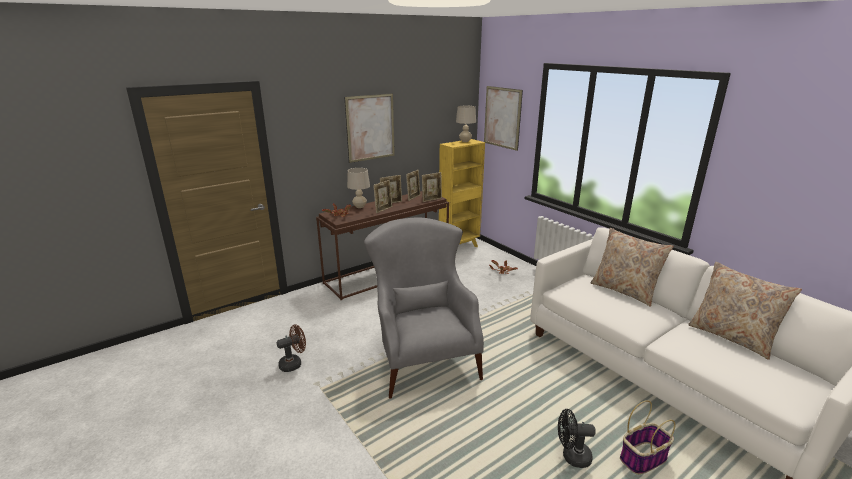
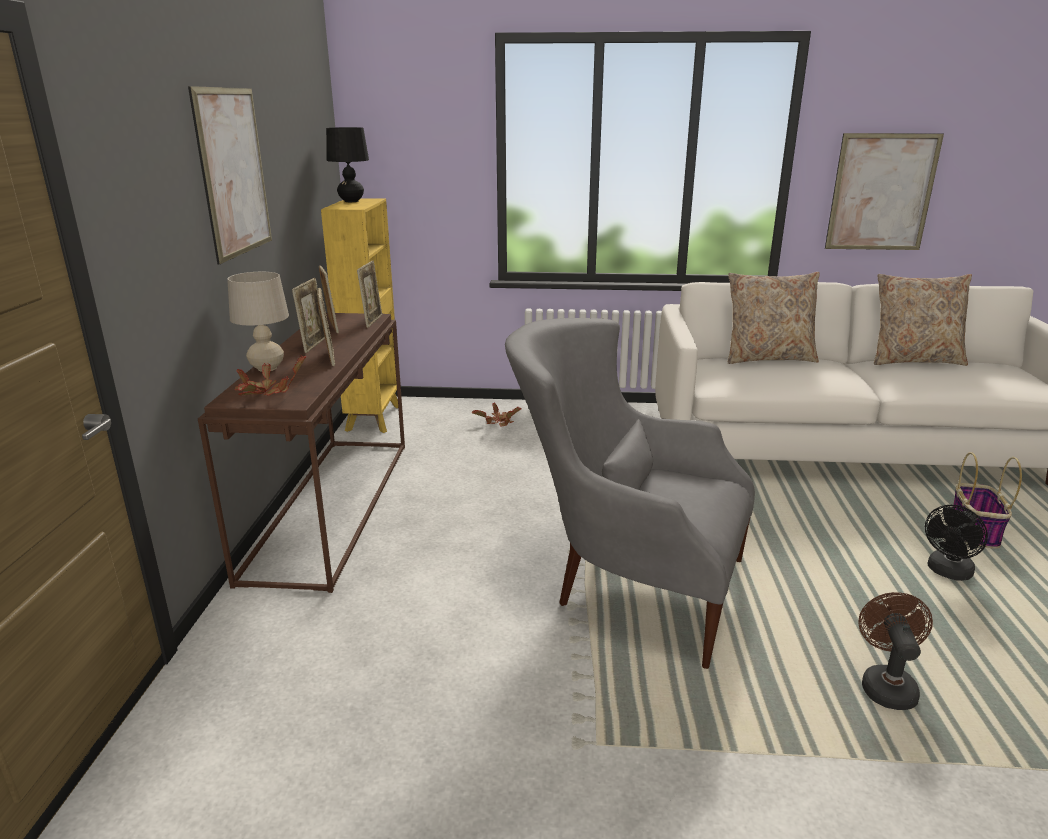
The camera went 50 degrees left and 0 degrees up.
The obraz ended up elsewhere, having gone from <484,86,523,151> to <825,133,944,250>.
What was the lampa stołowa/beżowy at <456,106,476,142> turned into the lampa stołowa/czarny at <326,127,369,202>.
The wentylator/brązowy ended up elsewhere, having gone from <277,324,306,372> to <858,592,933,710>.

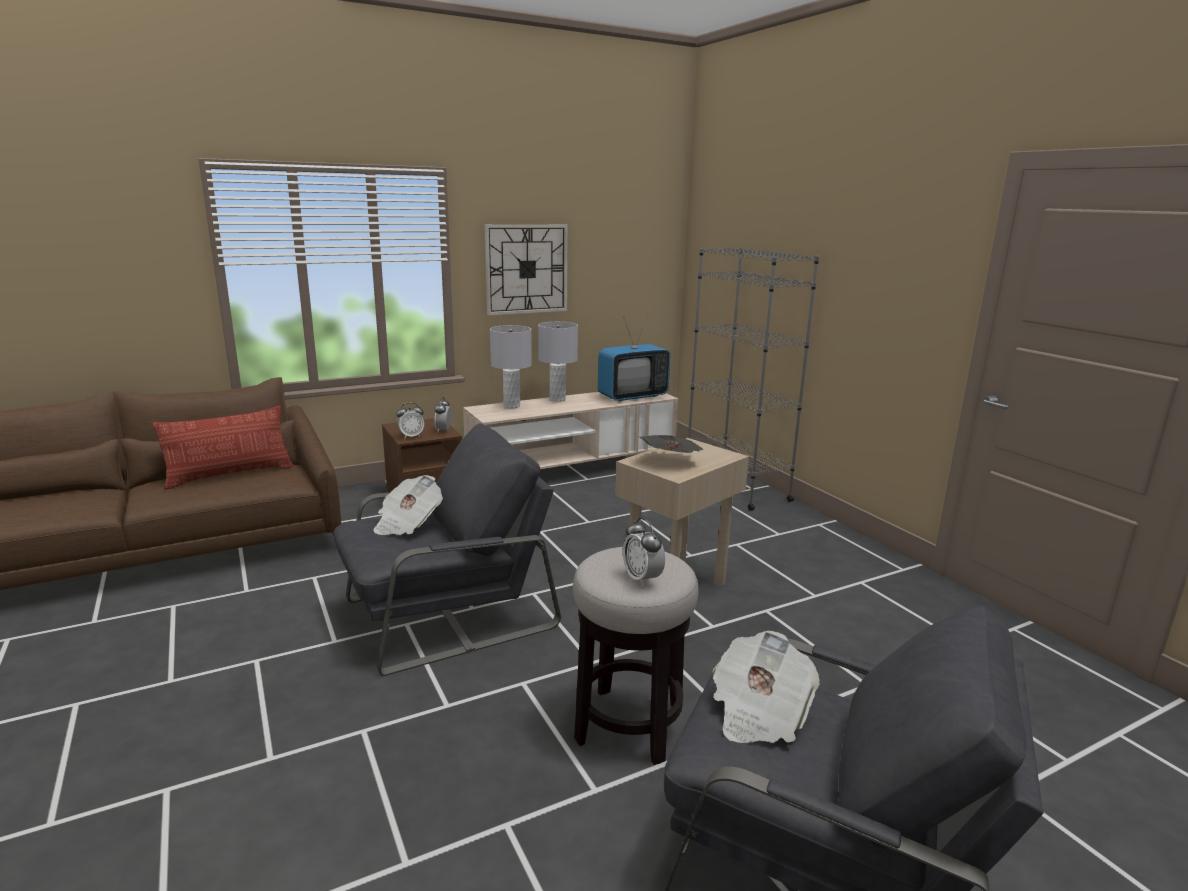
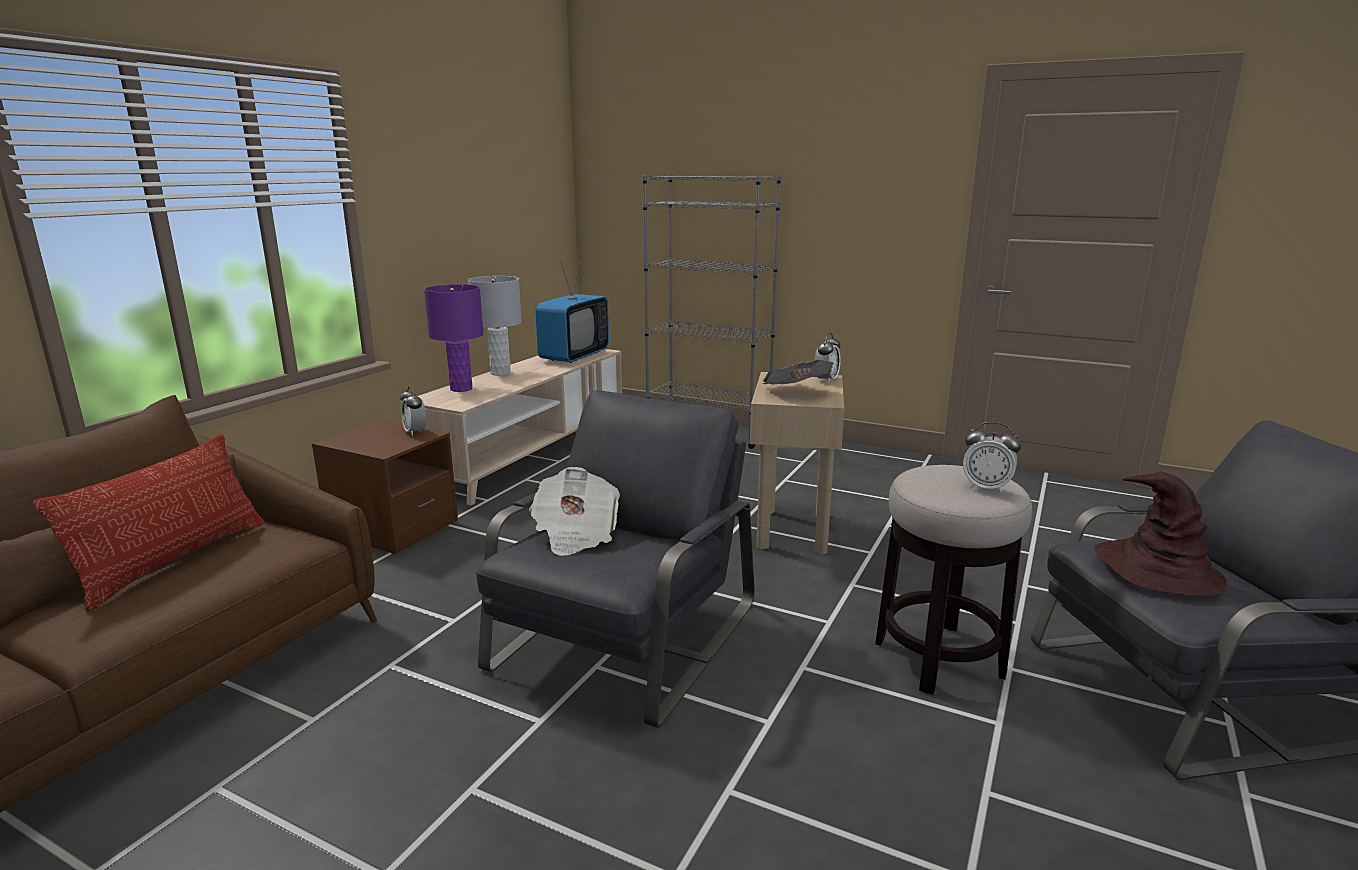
The camera went 35 degrees left and 0 degrees up.
The second view lost the zegar ścienny at <485,224,568,315>.
What was the lampa stołowa/szary at <490,325,532,408> turned into the lampa stołowa/fioletowy at <424,284,484,392>.
The budzik ended up elsewhere, having gone from <396,402,424,438> to <814,333,841,383>.
Where the gazeta stood at <712,631,820,743>, the kapelusz/brązowy came to stand at <1094,472,1227,596>.

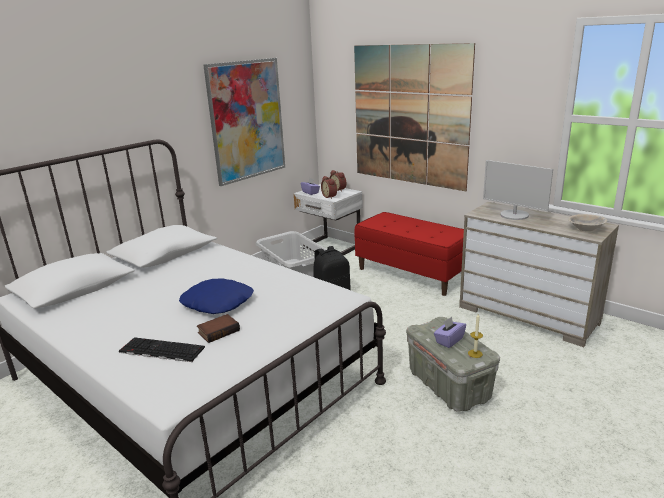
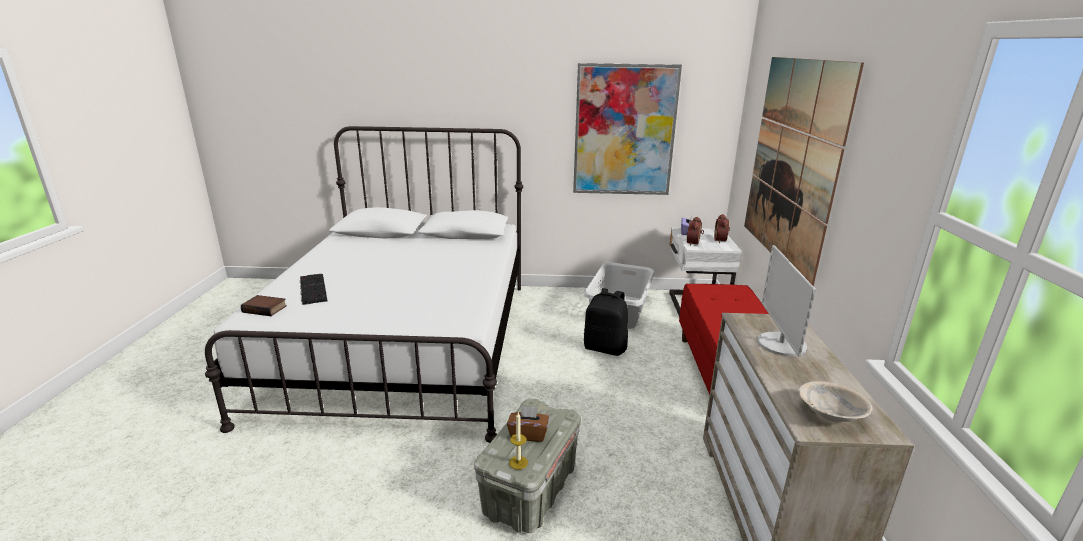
The camera went 50 degrees right and 0 degrees up.
The second view lost the poduszka/niebieski at <179,278,254,314>.
The książka ended up elsewhere, having gone from <197,314,240,343> to <241,295,287,316>.
What was the pudełko chusteczek/fioletowy at <434,317,466,348> turned into the pudełko chusteczek/brązowy at <507,406,549,442>.

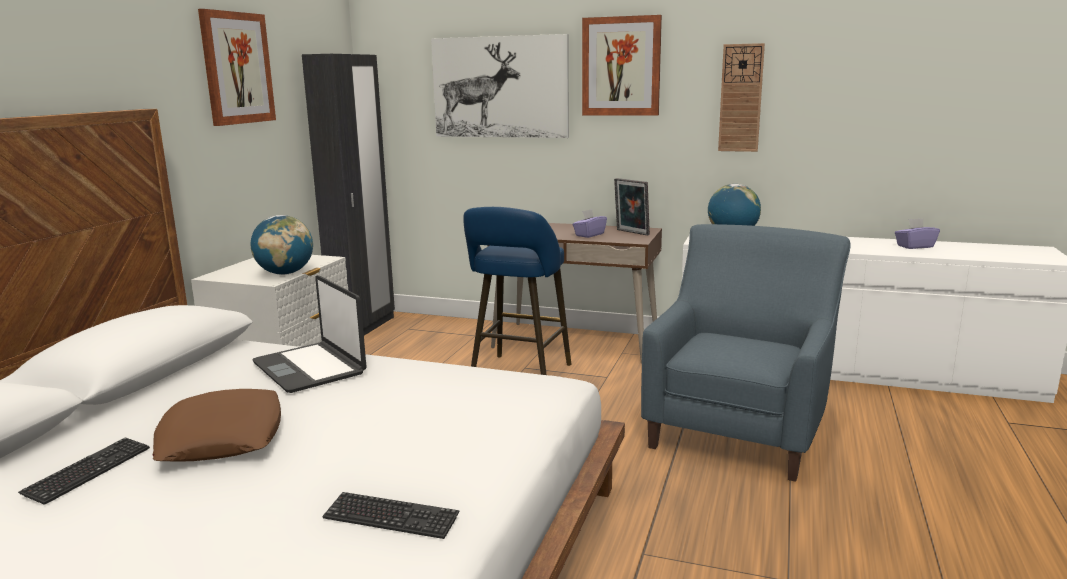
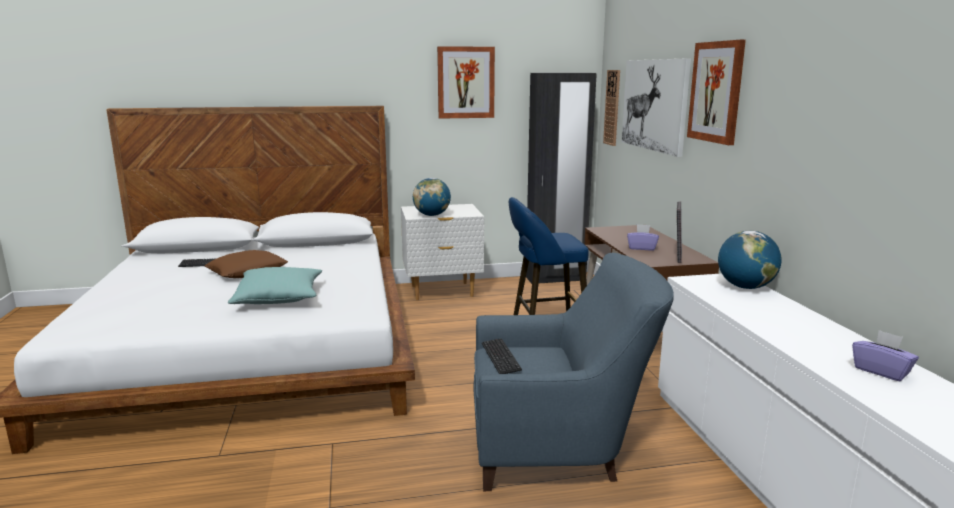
The camera went 60 degrees right and 0 degrees up.
The zegar ścienny ended up elsewhere, having gone from <718,43,765,152> to <603,70,620,146>.
The second view lost the laptop at <253,275,367,393>.
The klawiatura ended up elsewhere, having gone from <322,492,459,539> to <482,338,522,374>.
The second view gained the poduszka/turkusowy at <228,267,322,304>.

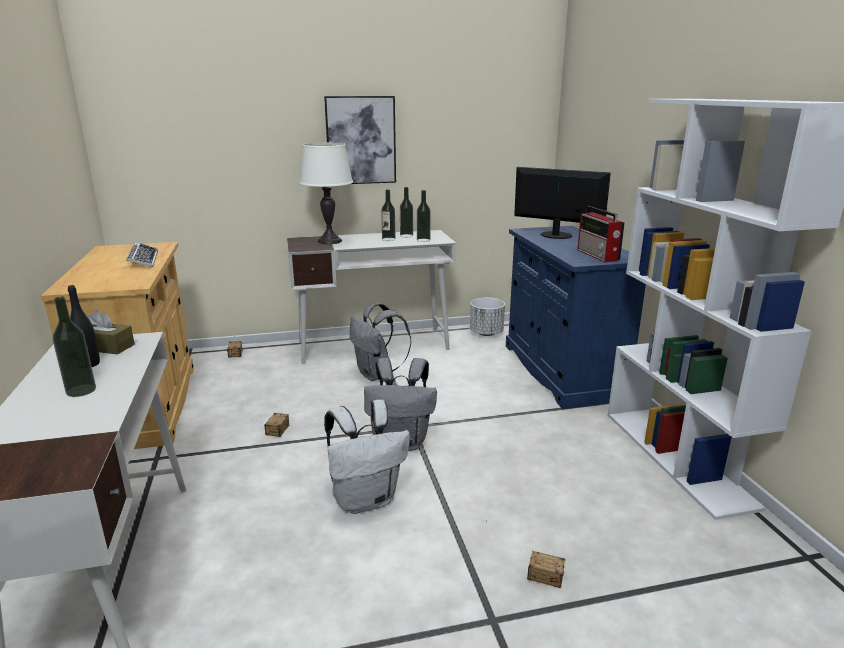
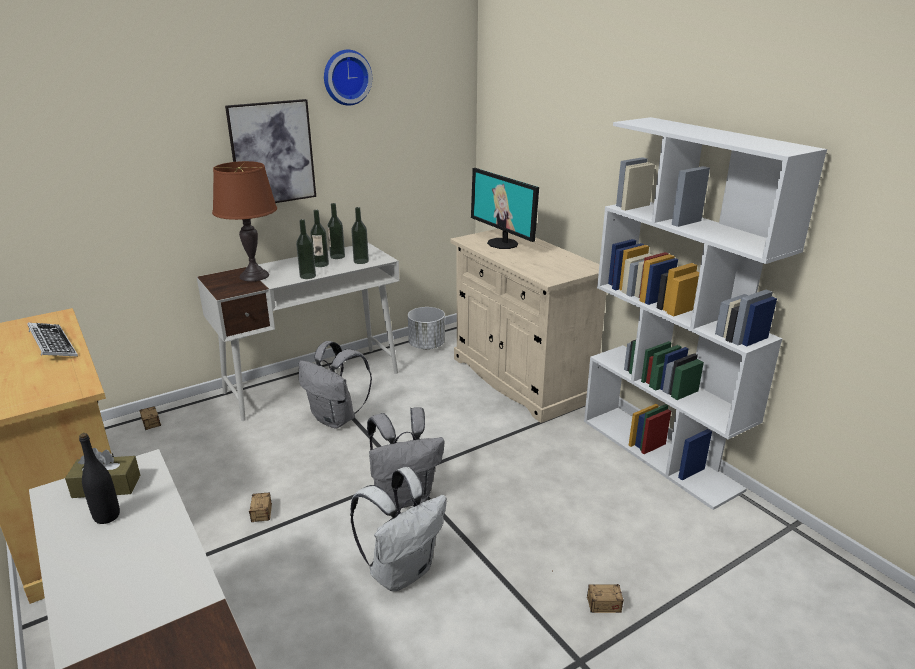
The camera went 20 degrees left and 5 degrees up.
What was the lampa stołowa/biały at <300,143,353,244> turned into the lampa stołowa/brązowy at <212,161,277,282>.
The monitor at <514,167,611,239> ended up facing another way, 135 degrees counterclockwise from before.
The second view lost the radio at <577,206,625,262>.
What was the szafka/niebieski at <506,226,646,409> turned into the szafka/beżowy at <450,229,607,423>.
The butelka ended up elsewhere, having gone from <53,296,96,397> to <296,219,316,279>.
The second view gained the zegar ścienny at <324,50,372,106>.

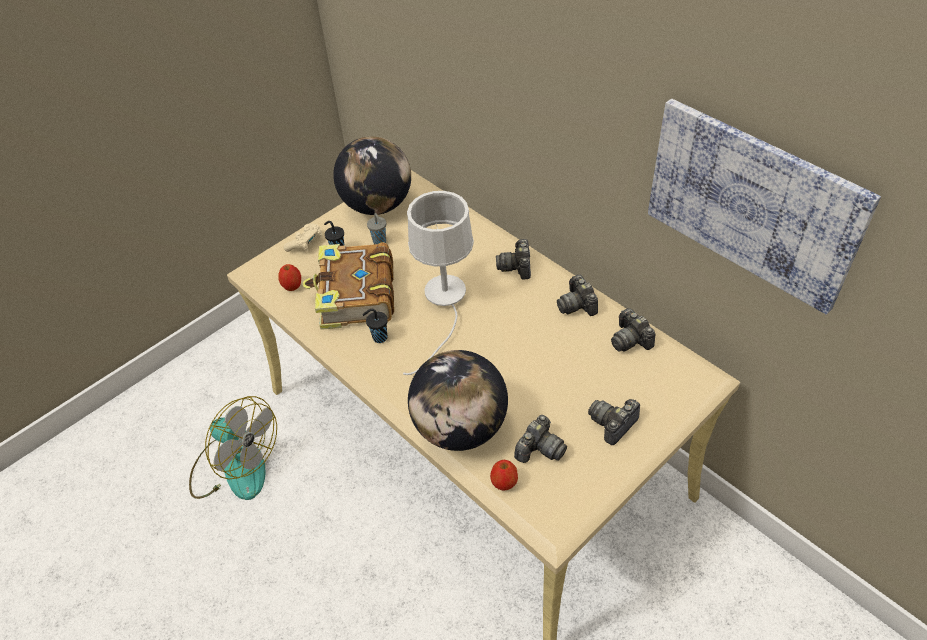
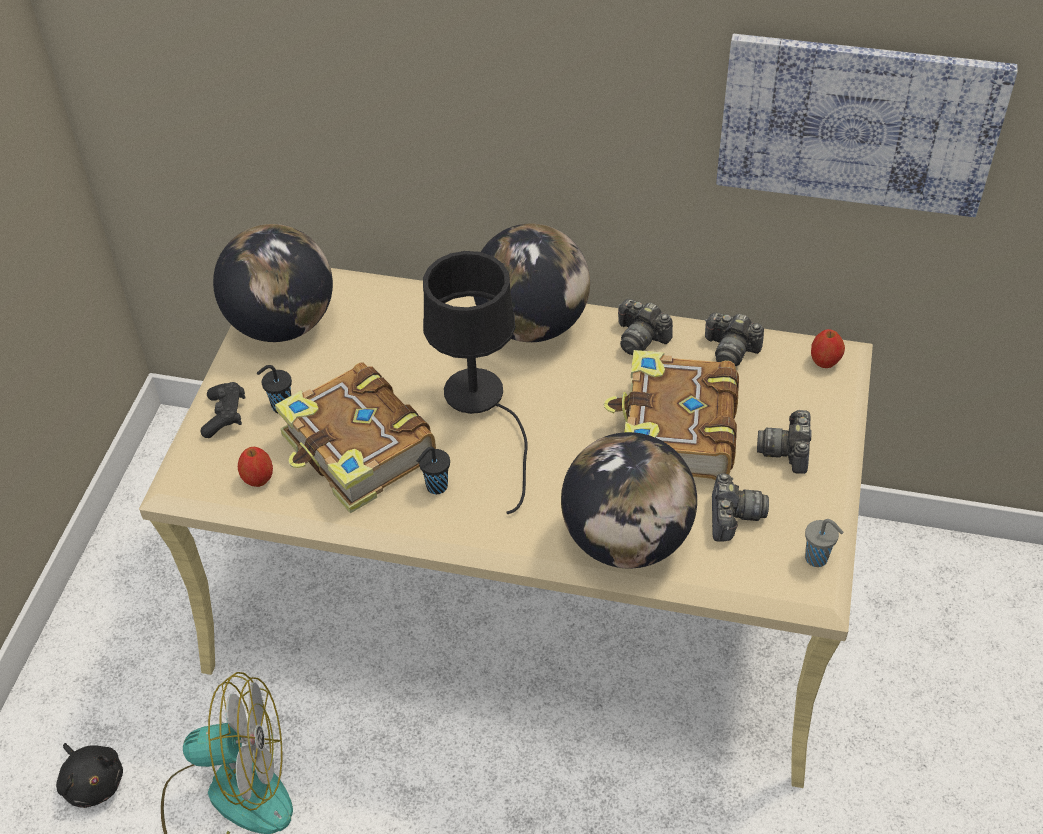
The camera went 35 degrees left and 0 degrees up.
What was the lampa stołowa/biały at <403,191,474,375> turned into the lampa stołowa/czarny at <423,251,528,514>.
The filiżanka/szary ended up elsewhere, having gone from <367,213,386,244> to <805,519,843,567>.
What was the pad do gier/beżowy at <283,223,322,252> turned into the pad do gier/czarny at <201,382,246,438>.
Where the aparat fotograficzny stood at <496,239,531,280>, the globus came to stand at <474,224,590,342>.
The jabłko ended up elsewhere, having gone from <490,460,518,491> to <811,329,845,368>.
The second view gained the książka at <604,350,739,480>.
The second view gained the pluszak/czarny at <56,743,123,808>.

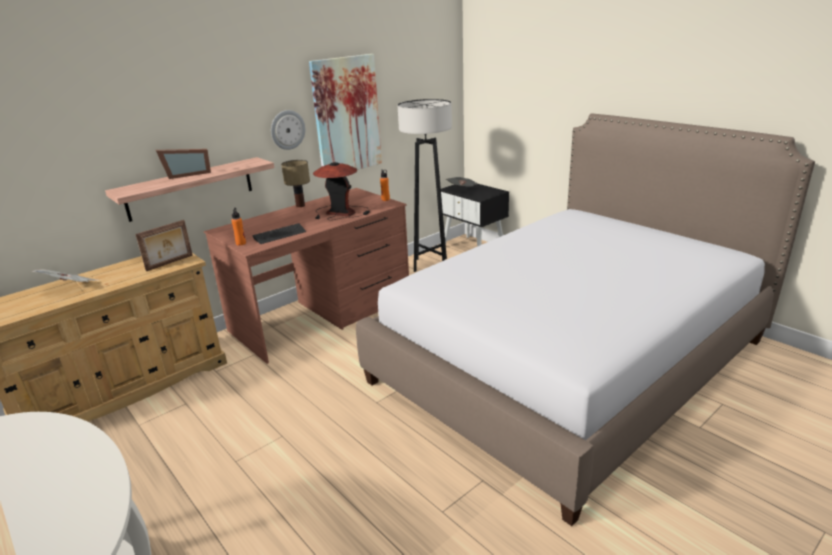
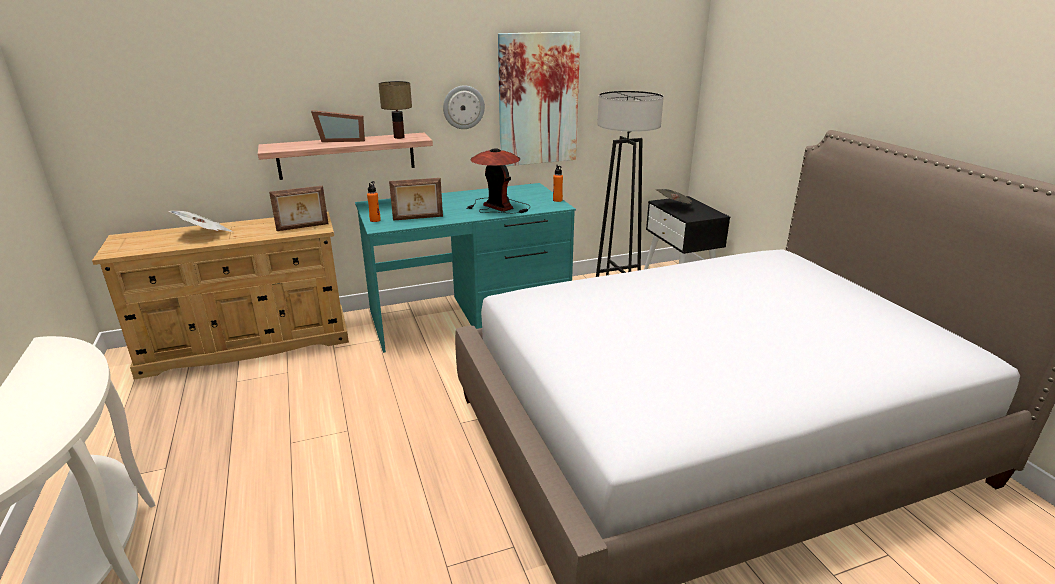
The camera went 20 degrees right and 0 degrees up.
The lampa stołowa ended up elsewhere, having gone from <281,160,310,207> to <379,81,412,139>.
What was the biurko/brązowy at <204,188,409,364> turned into the biurko/turkusowy at <355,183,576,353>.
Where the klawiatura stood at <252,223,306,244>, the ramka na zdjęcie came to stand at <389,178,443,221>.

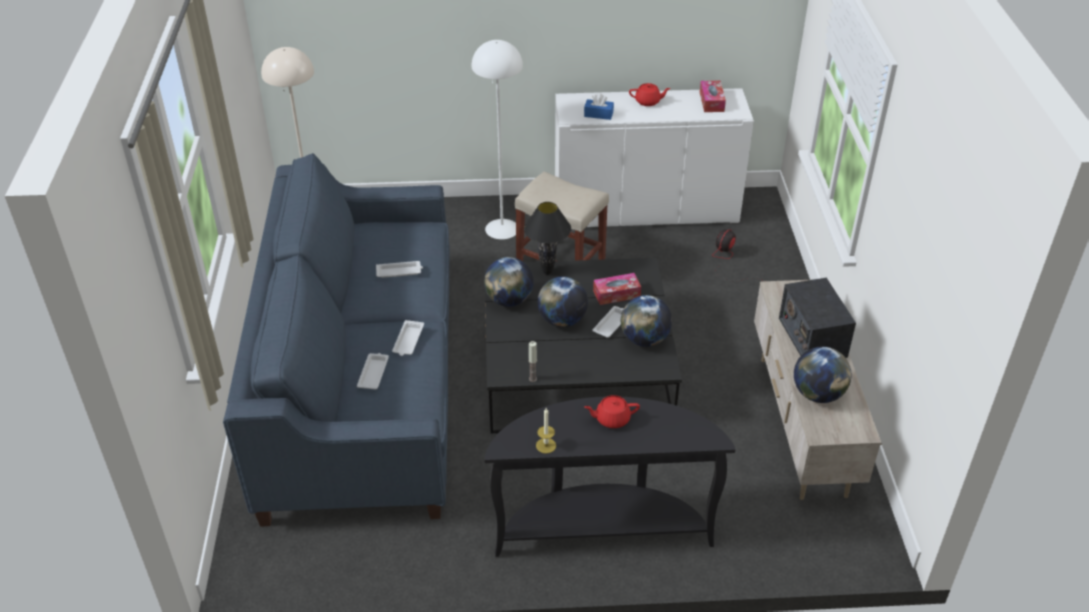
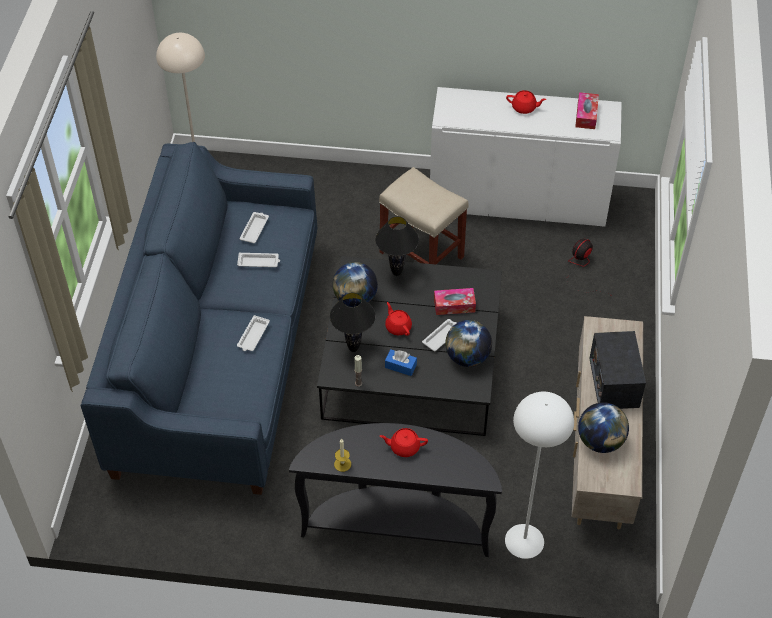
The camera went 10 degrees right and 10 degrees up.
The lampa stojąca/biały ended up elsewhere, having gone from <472,40,523,239> to <505,392,574,559>.
The pudełko chusteczek/niebieski ended up elsewhere, having gone from <584,94,614,120> to <385,349,417,376>.
Where the globus stood at <538,277,588,327>, the imbryk/czerwony came to stand at <385,302,412,336>.
The taca/biały ended up elsewhere, having gone from <357,353,389,389> to <239,212,269,243>.
The second view gained the lampa stołowa/czarny at <330,293,376,352>.

